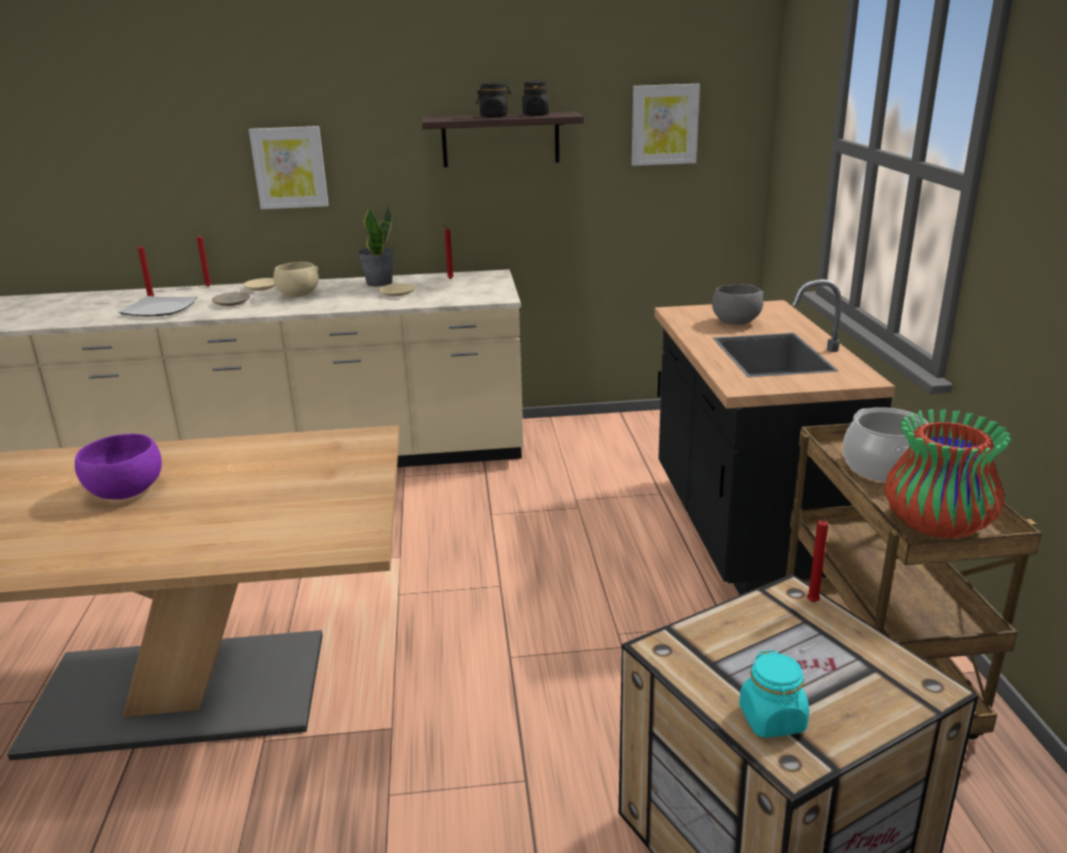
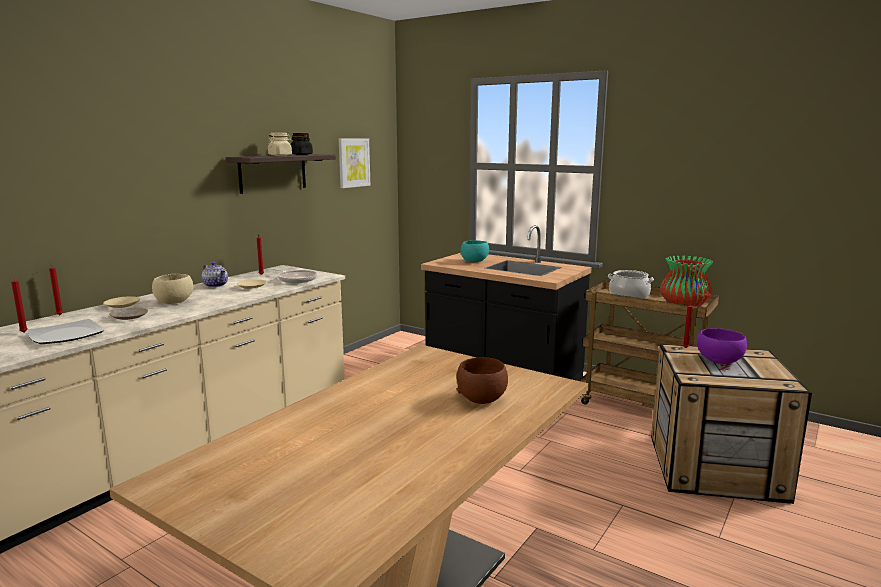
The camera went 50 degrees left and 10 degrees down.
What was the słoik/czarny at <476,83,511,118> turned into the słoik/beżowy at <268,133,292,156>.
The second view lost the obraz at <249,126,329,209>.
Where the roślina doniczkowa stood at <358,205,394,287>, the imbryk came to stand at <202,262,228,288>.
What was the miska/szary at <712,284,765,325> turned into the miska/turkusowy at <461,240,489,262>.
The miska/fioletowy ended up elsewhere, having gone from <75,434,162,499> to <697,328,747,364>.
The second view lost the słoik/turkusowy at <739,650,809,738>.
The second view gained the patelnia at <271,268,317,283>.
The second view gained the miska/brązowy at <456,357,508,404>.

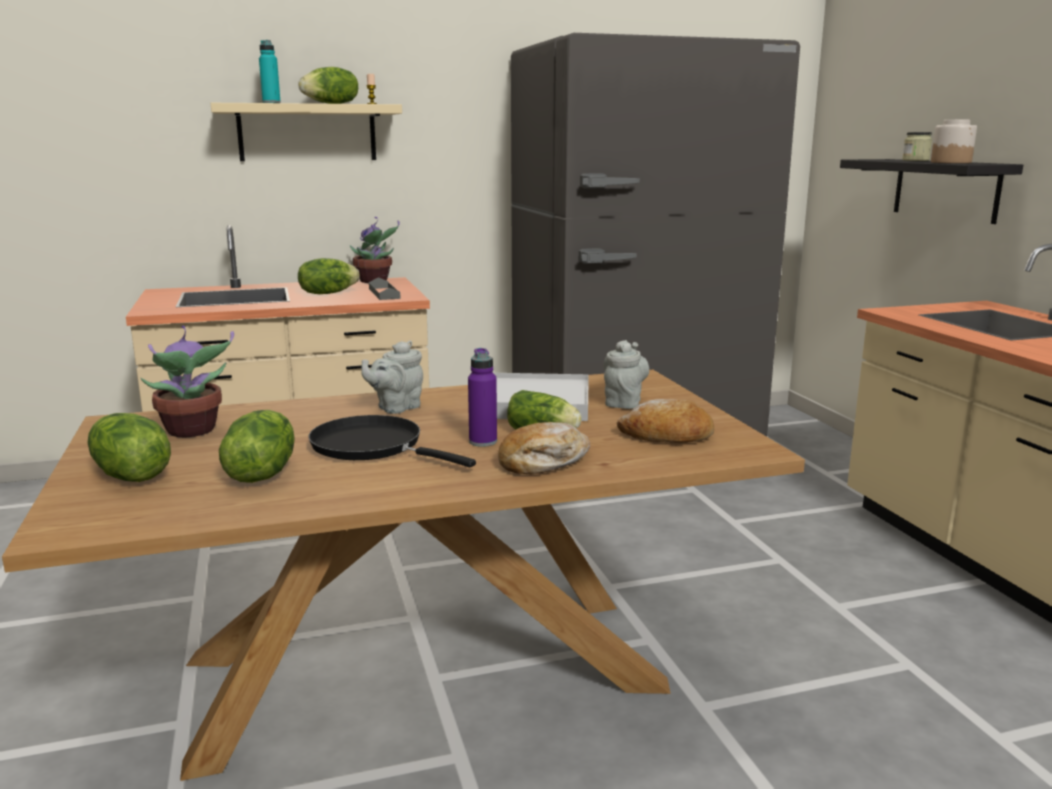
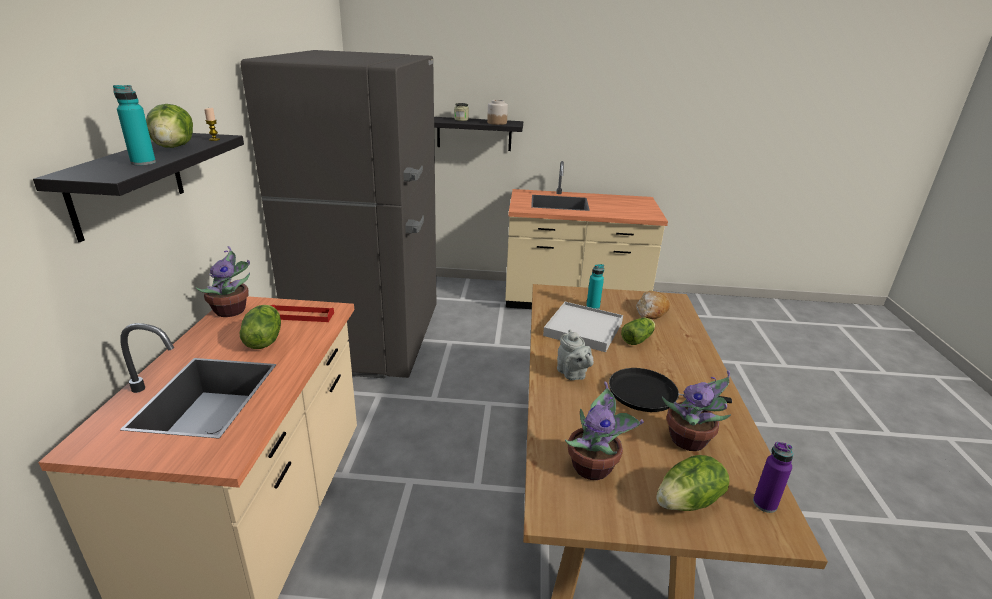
The camera went 70 degrees left and 10 degrees up.
What was the półka/beżowy at <210,103,402,161> turned into the półka/czarny at <33,133,244,242>.
What was the taca/szary at <369,277,401,300> turned into the taca/czerwony at <271,305,334,322>.
Where the imbryk/szary stood at <604,340,649,409>, the butelka/turkusowy came to stand at <586,264,604,309>.
The butelka/fioletowy ended up elsewhere, having gone from <468,348,497,447> to <753,442,793,513>.
Where the sałata stood at <219,410,295,483>, the roślina doniczkowa came to stand at <662,370,731,451>.
The patelnia/czarny at <308,415,476,467> ended up facing another way, 45 degrees clockwise from before.
The second view lost the chleb at <498,422,590,475>.

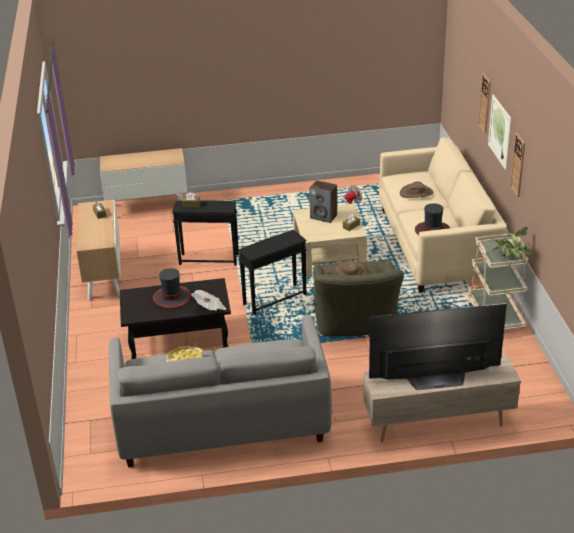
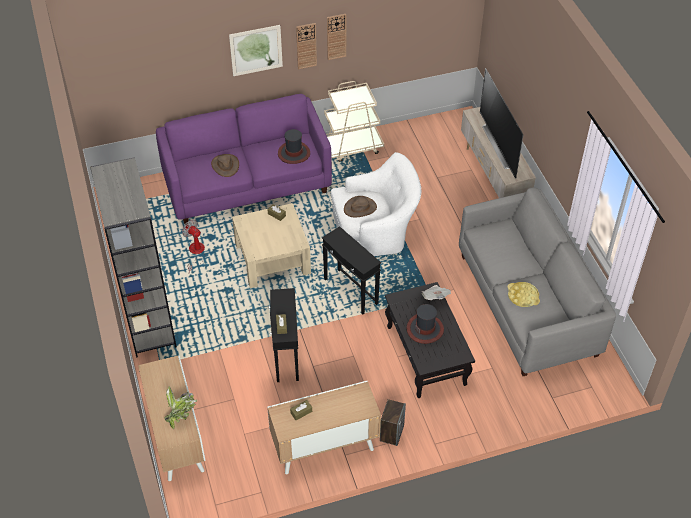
The camera went 100 degrees left and 15 degrees up.
The zegar ścienny ended up elsewhere, having gone from <478,73,491,133> to <327,14,346,60>.
What was the kanapa/beżowy at <379,137,507,292> turned into the kanapa/fioletowy at <156,94,332,225>.
The głośnik ended up elsewhere, having gone from <309,180,337,223> to <380,399,406,446>.
The roślina doniczkowa ended up elsewhere, having gone from <493,227,534,258> to <165,386,197,429>.
What was the fotel/zielony at <313,260,404,337> turned into the fotel/biały at <331,152,421,256>.
The second view gained the regał/szary at <90,157,177,358>.

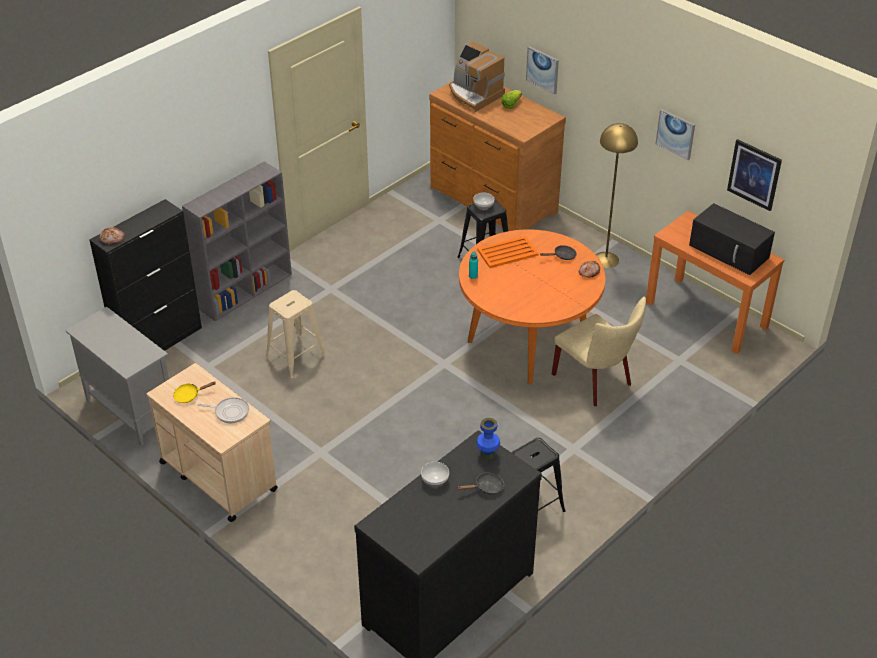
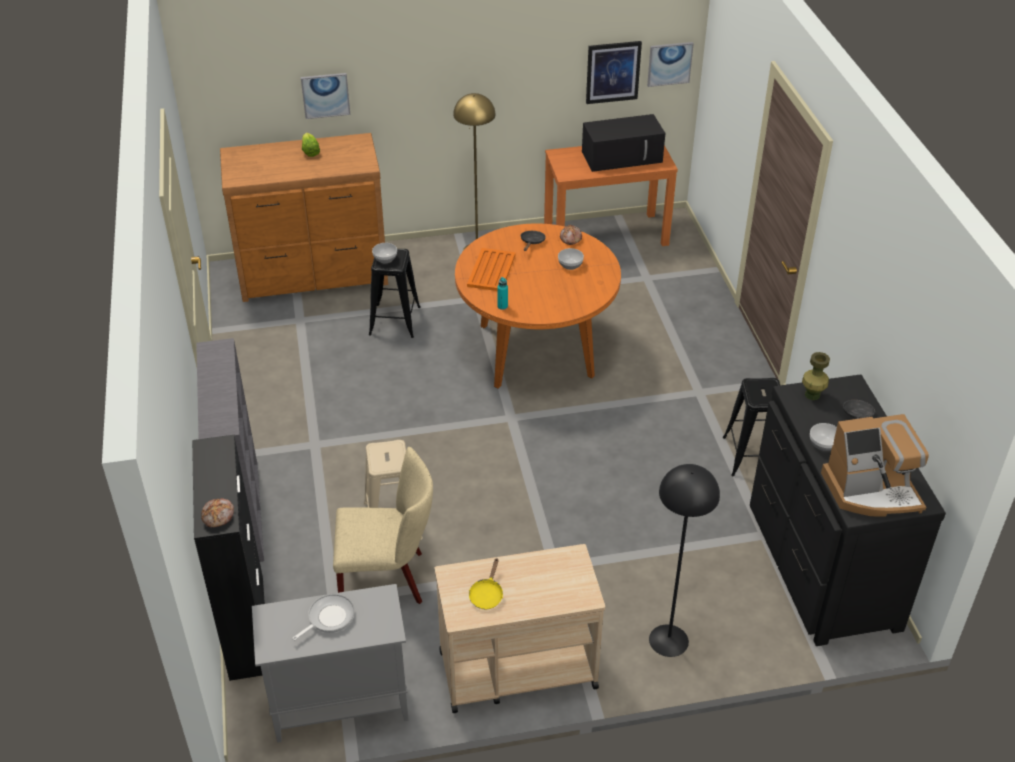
The camera went 55 degrees left and 0 degrees up.
The ekspres do kawy ended up elsewhere, having gone from <449,41,505,112> to <821,414,929,517>.
The obraz ended up elsewhere, having gone from <656,109,695,160> to <647,42,694,87>.
The krzesło/beżowy ended up elsewhere, having gone from <552,297,646,406> to <333,447,433,604>.
The patelnia ended up elsewhere, having gone from <198,397,249,423> to <293,594,355,640>.
What was the wazon/niebieski at <476,418,500,459> turned into the wazon/zielony at <802,352,830,400>.
The second view gained the miska at <558,248,584,270>.
The second view gained the lampa stojąca/czarny at <649,464,720,657>.

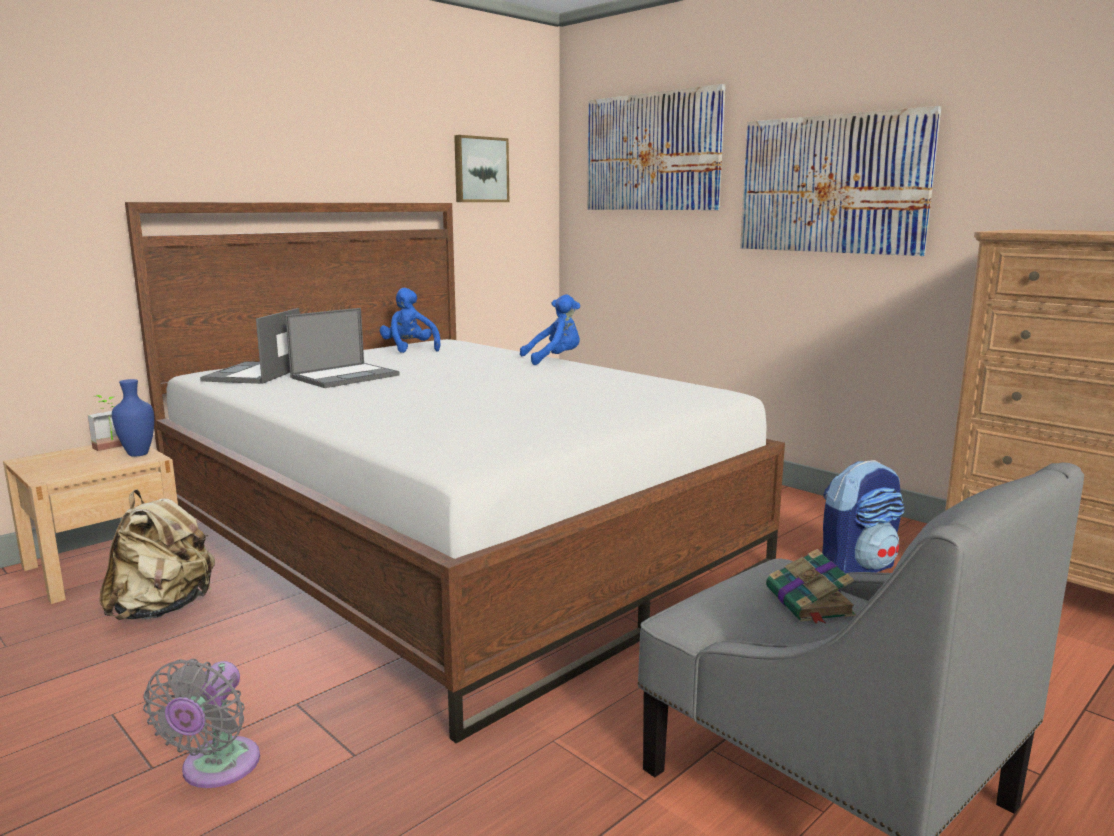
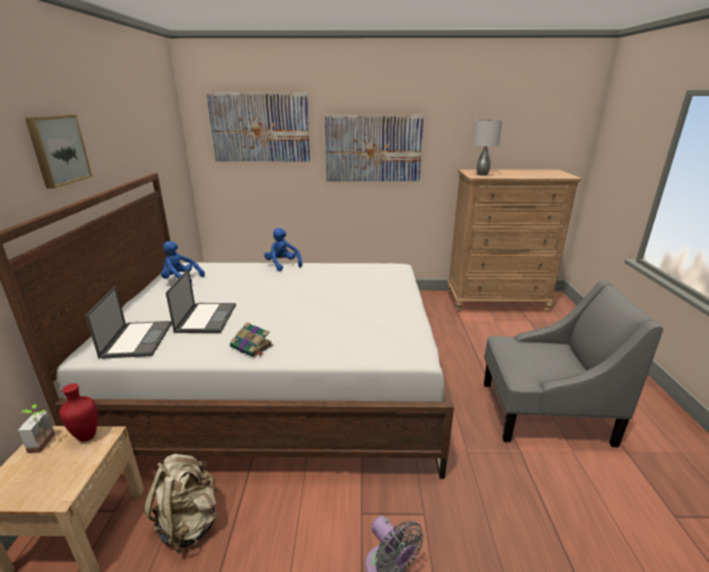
The camera went 45 degrees left and 10 degrees up.
The obraz ended up elsewhere, having gone from <454,135,509,202> to <25,115,92,189>.
The pluszak/niebieski at <520,295,580,365> ended up facing another way, 60 degrees counterclockwise from before.
The laptop at <200,308,300,384> ended up facing another way, 150 degrees counterclockwise from before.
What was the wazon/niebieski at <112,379,154,457> turned into the wazon/czerwony at <59,383,98,442>.
The second view lost the plecak at <822,460,905,573>.
The książka ended up elsewhere, having gone from <766,549,856,624> to <230,322,273,357>.
The second view gained the lampa stołowa/szary at <474,119,502,176>.

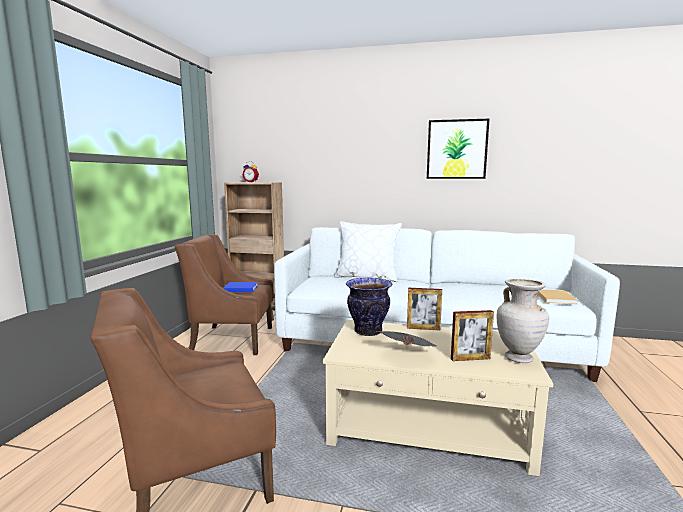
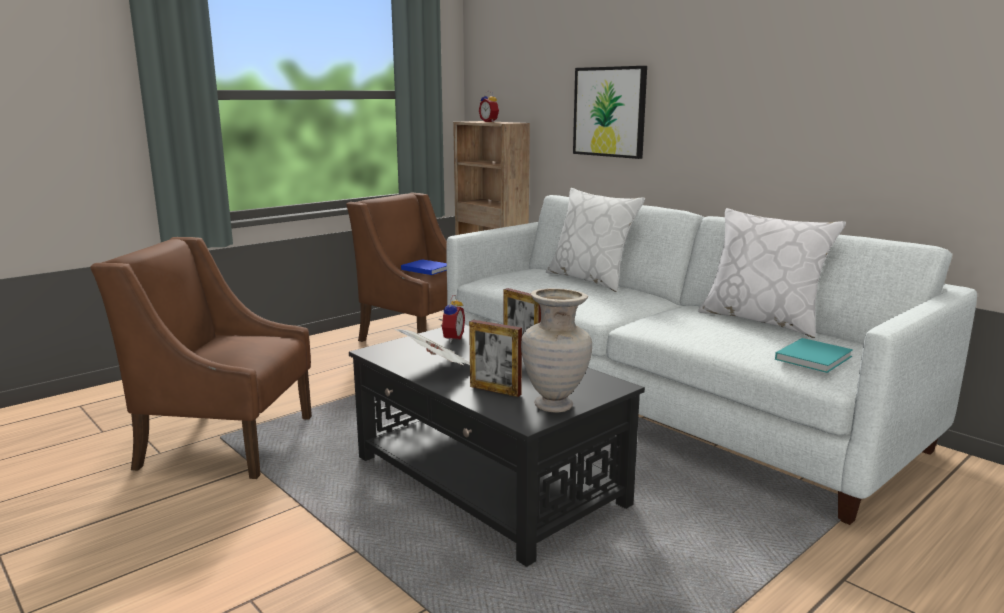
The camera went 35 degrees right and 5 degrees up.
The obraz ended up elsewhere, having gone from <427,119,490,179> to <573,66,647,159>.
Where the wazon stood at <346,278,392,336>, the budzik came to stand at <440,295,465,343>.
What was the książka/beżowy at <537,289,578,304> turned into the książka/turkusowy at <775,338,853,373>.
What was the ława/beżowy at <323,320,553,476> turned into the ława/czarny at <349,324,645,567>.
The second view gained the poduszka/biały at <698,208,846,338>.

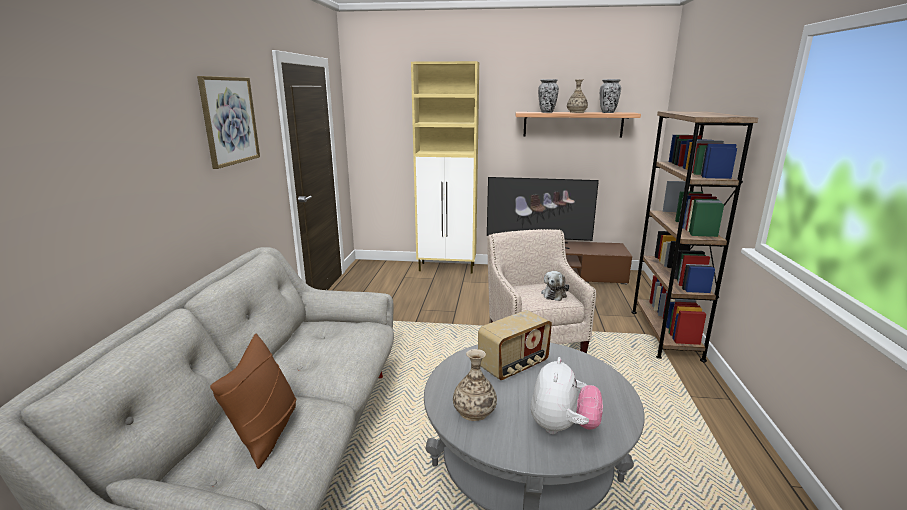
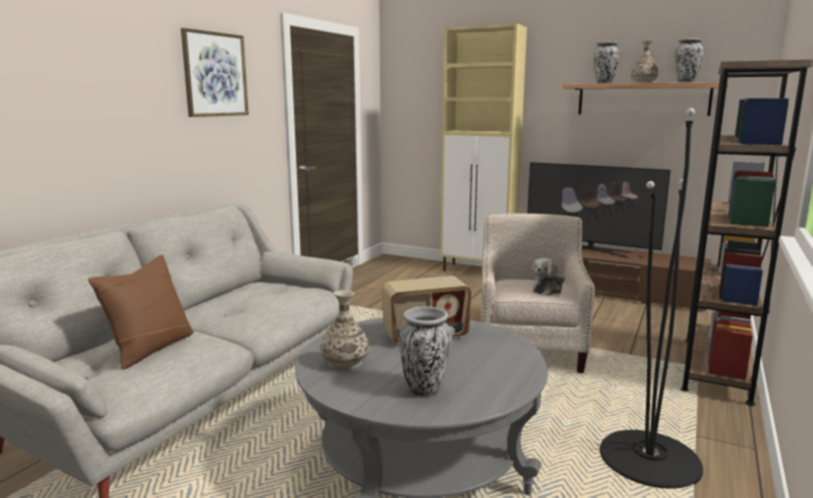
The camera went 20 degrees right and 5 degrees down.
Where the pluszak stood at <531,357,603,434>, the wazon came to stand at <399,306,452,397>.
The second view gained the lampa stojąca/czarny at <600,108,703,489>.

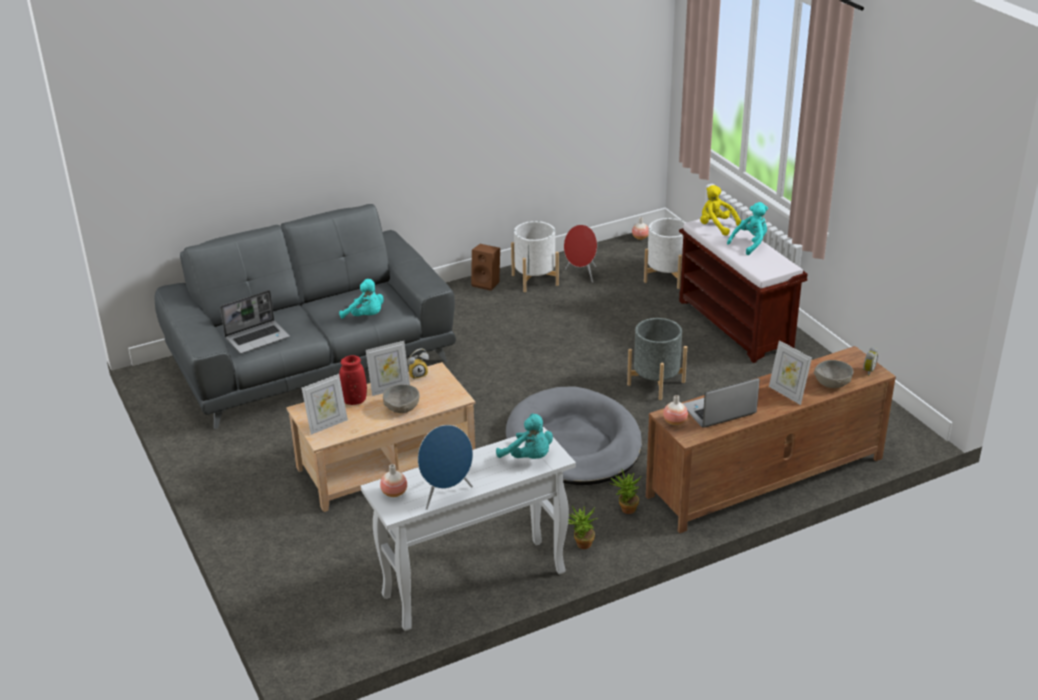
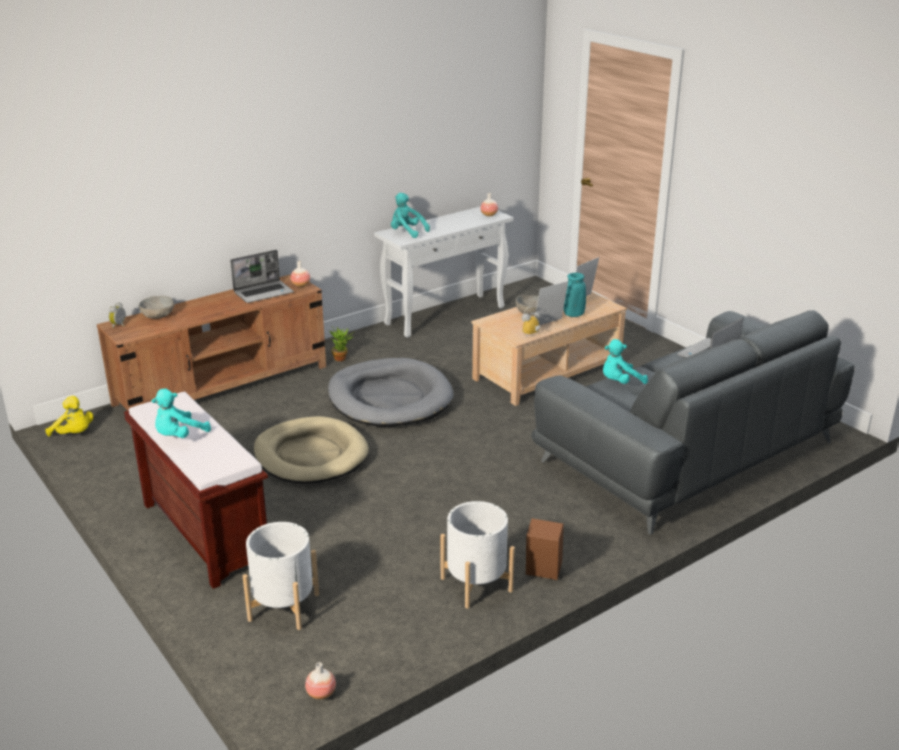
The camera went 170 degrees right and 5 degrees down.
The pluszak/żółty ended up elsewhere, having gone from <700,185,742,236> to <46,396,93,436>.
The second view lost the głośnik/czerwony at <564,225,597,283>.
The pluszak/turkusowy at <339,279,384,318> ended up facing another way, 45 degrees counterclockwise from before.
Where the donica/szary stood at <627,318,687,400>, the legowisko/beżowy came to stand at <254,416,369,484>.
The second view lost the ramka na zdjęcie at <769,340,812,405>.
What was the wazon/czerwony at <339,355,367,405> turned into the wazon/turkusowy at <564,273,586,317>.
The second view lost the głośnik/niebieski at <418,425,473,510>.
The second view lost the roślina doniczkowa at <568,505,598,549>.

